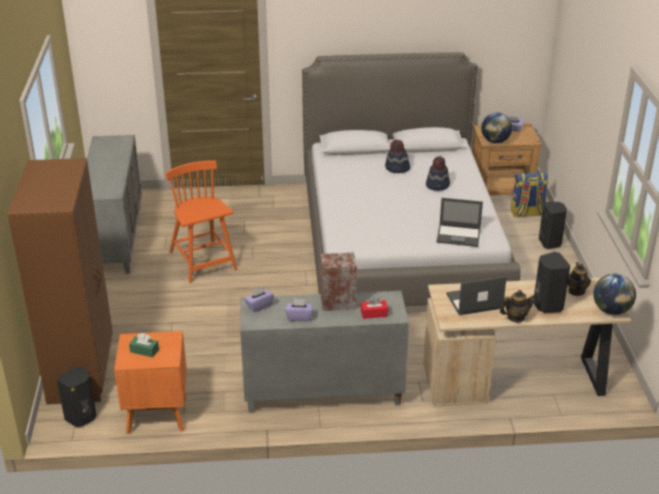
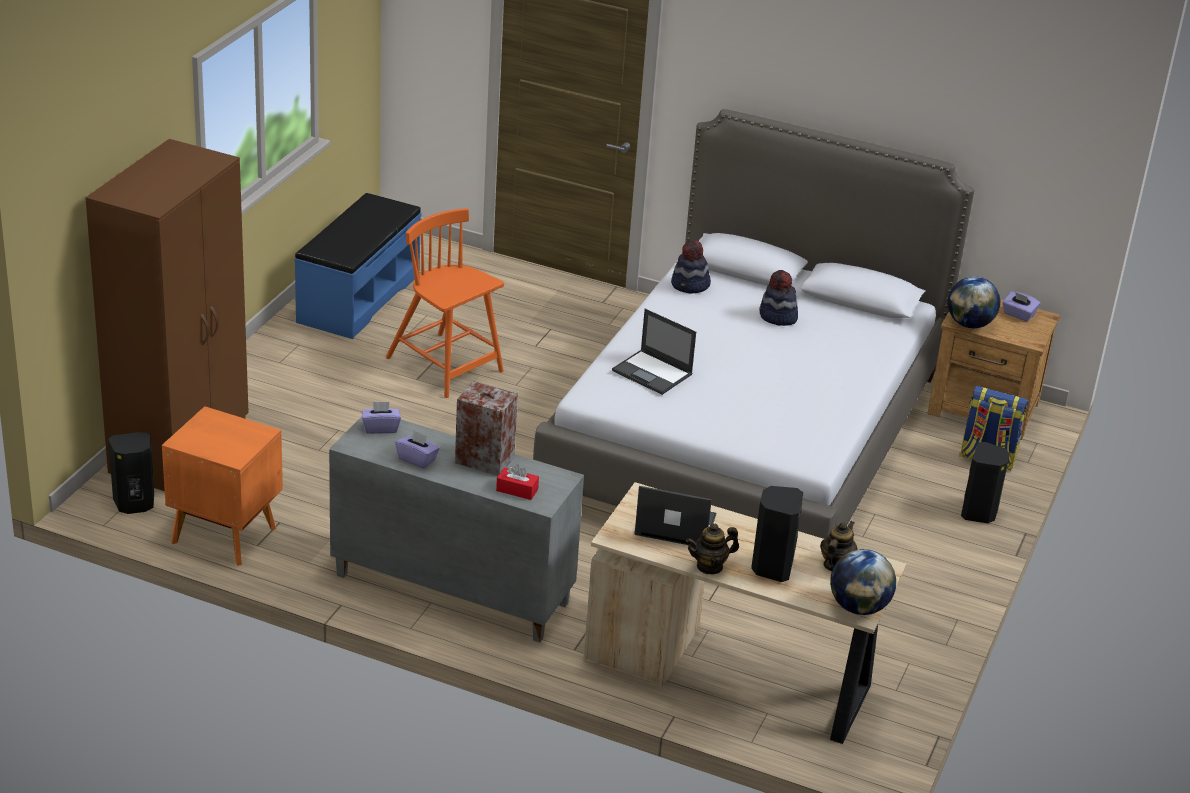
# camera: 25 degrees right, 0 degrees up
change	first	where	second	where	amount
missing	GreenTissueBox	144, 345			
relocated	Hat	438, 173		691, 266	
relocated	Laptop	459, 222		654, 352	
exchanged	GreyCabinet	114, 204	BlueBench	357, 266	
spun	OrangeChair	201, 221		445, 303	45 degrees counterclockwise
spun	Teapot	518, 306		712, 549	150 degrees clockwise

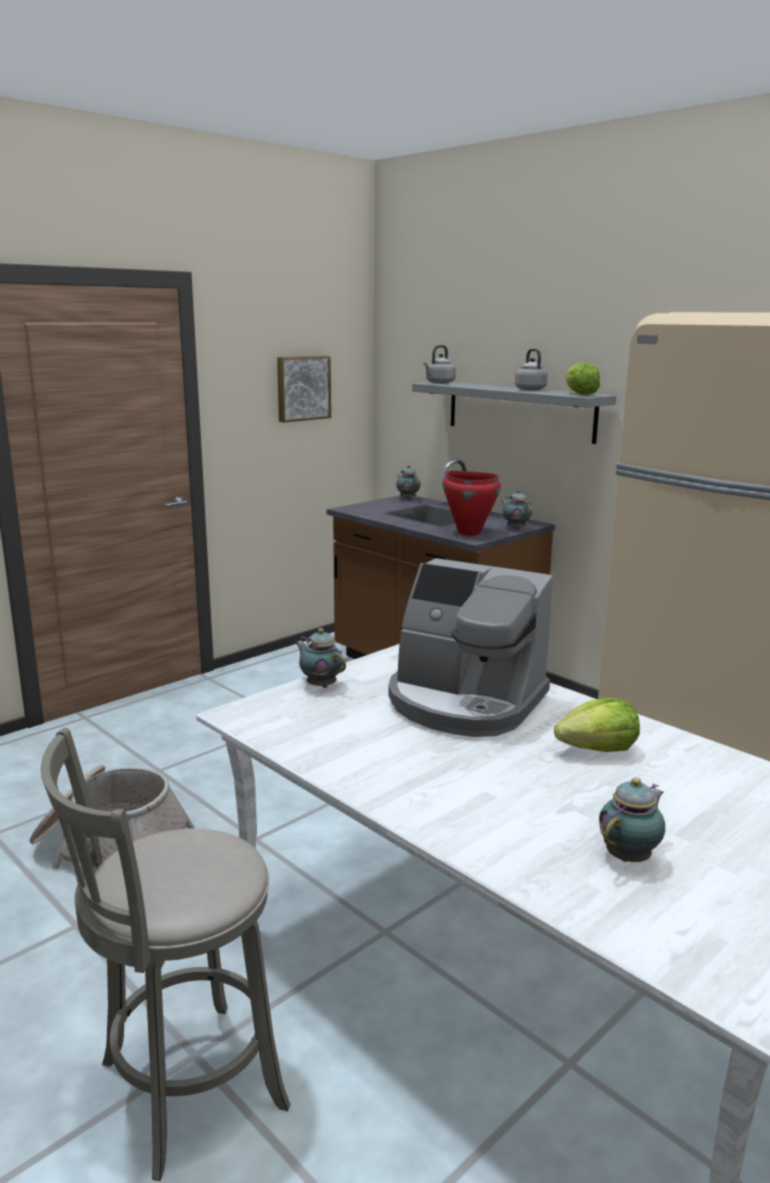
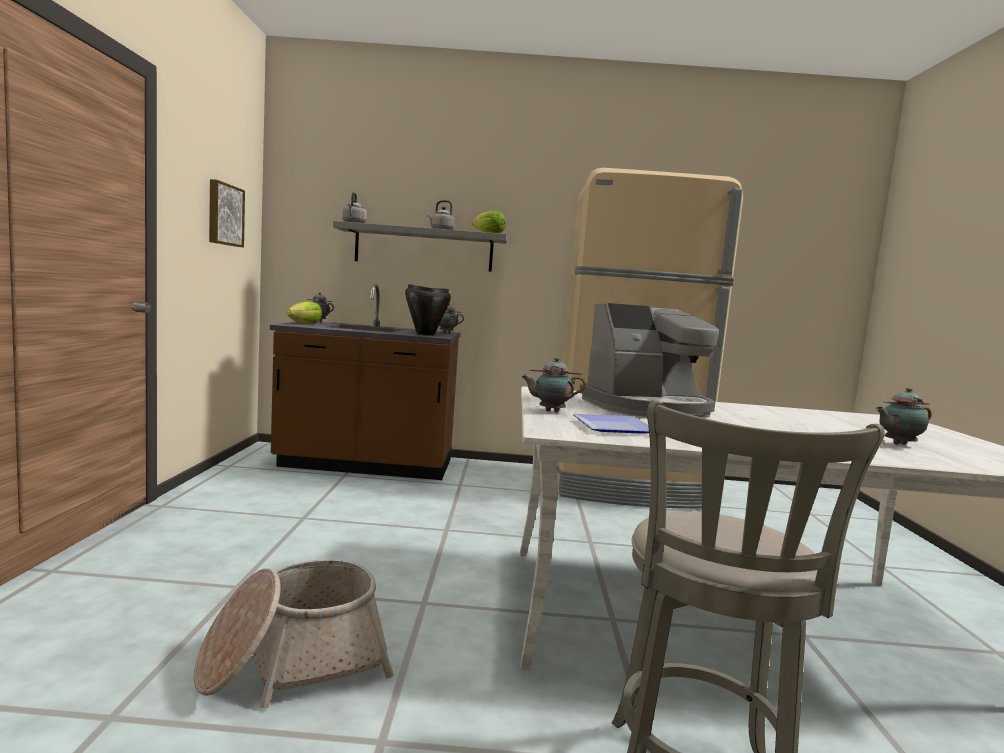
# camera: 45 degrees left, 10 degrees down
change	first	where	second	where	amount
appeared			Plate	611, 424	
relocated	Lettuce	597, 725		304, 312	
colour	RedCookingPot	472, 503	BlackCookingPot	428, 310	
spun	Teapot	632, 820		903, 416	105 degrees counterclockwise

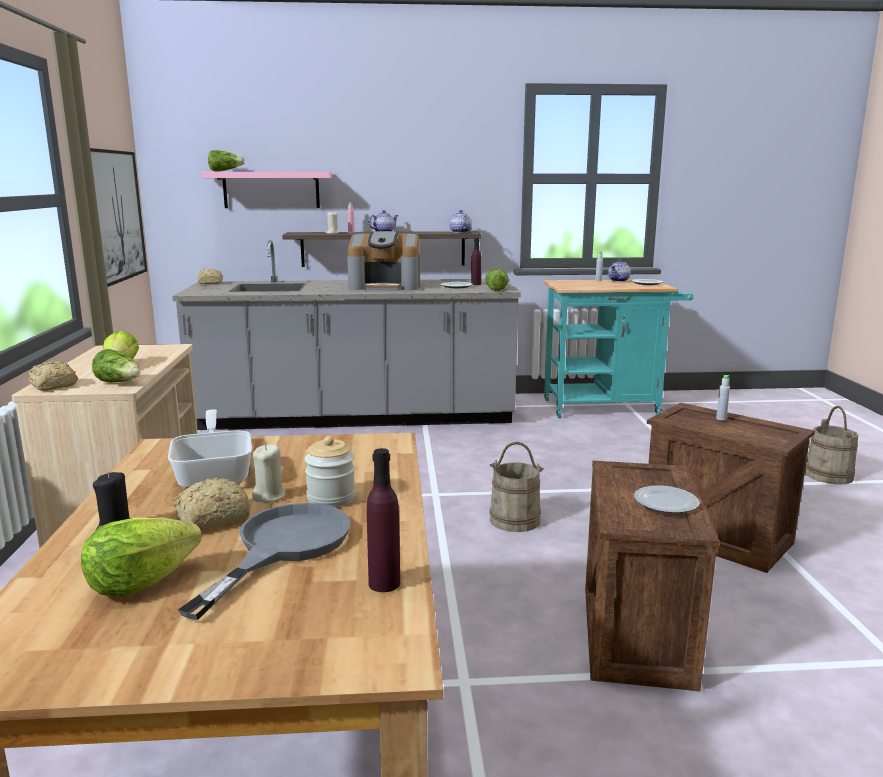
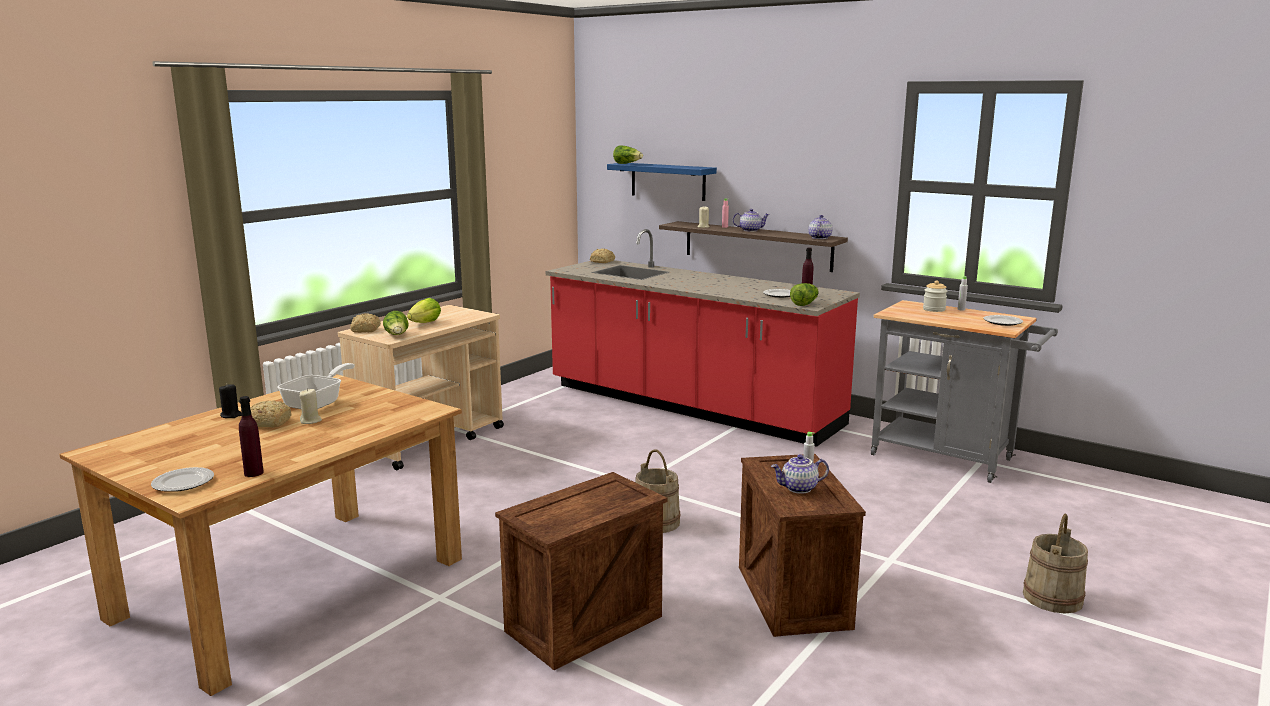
# camera: 40 degrees right, 0 degrees up
change	first	where	second	where	amount
missing	Lettuce	141, 557			
missing	Picture	118, 217			
missing	GreyFryingPan	264, 561			
missing	CoffeeMachine	383, 261			
relocated	Jar	330, 471		935, 296	
relocated	Teapot	619, 270		800, 474	
relocated	Plate	667, 499		182, 479	
colour	GreyCounter	346, 335	RedCounter	703, 338	
colour	PinkShelf	267, 190	BlueShelf	662, 182	
colour	TurquoiseCart	618, 348	GreyCart	964, 391	

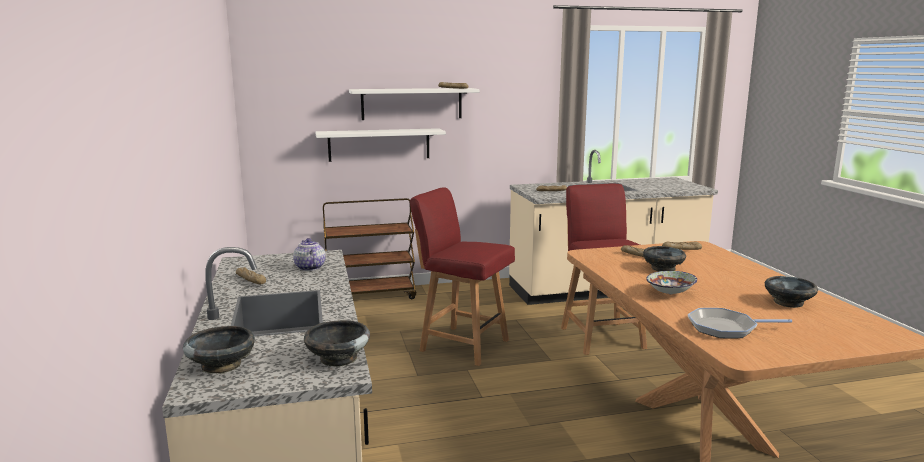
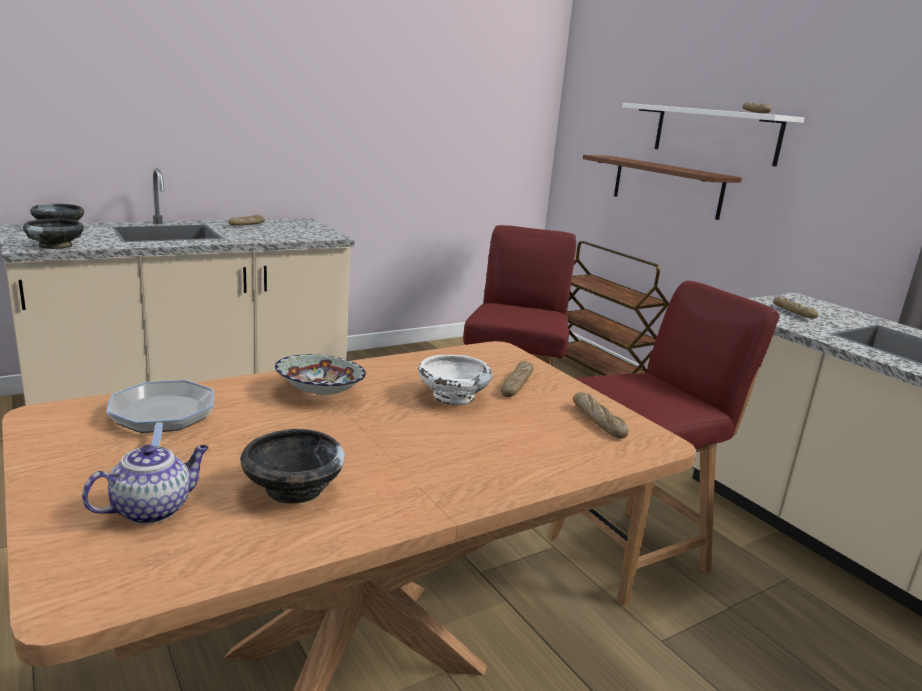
# camera: 70 degrees right, 5 degrees up
change	first	where	second	where	amount
relocated	Teapot	309, 254		145, 484	
colour	WhiteShelf	380, 145	BrownShelf	662, 187	
colour	BlackBowl	664, 258	WhiteBowl	455, 380	

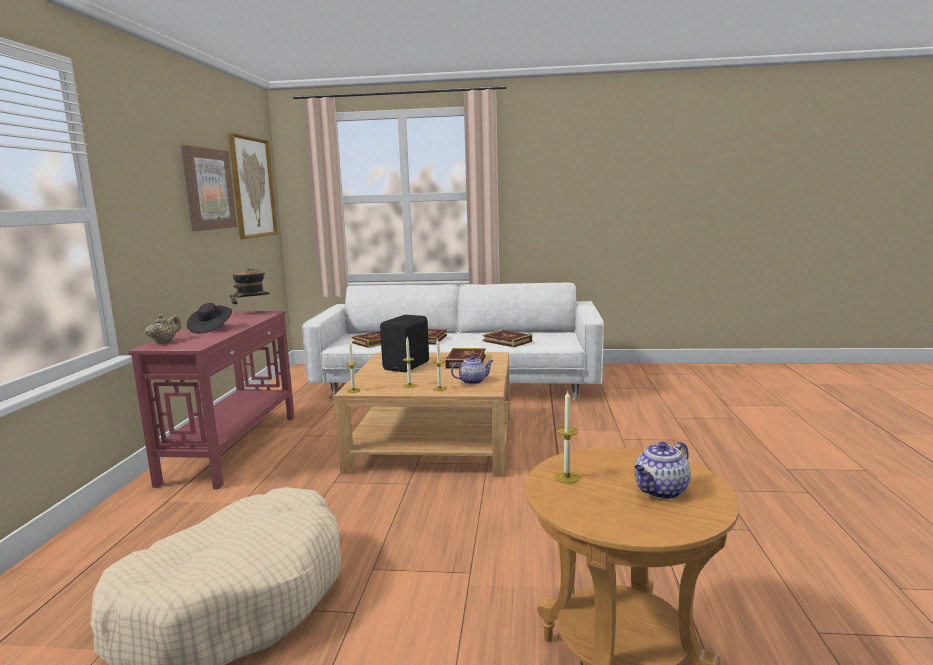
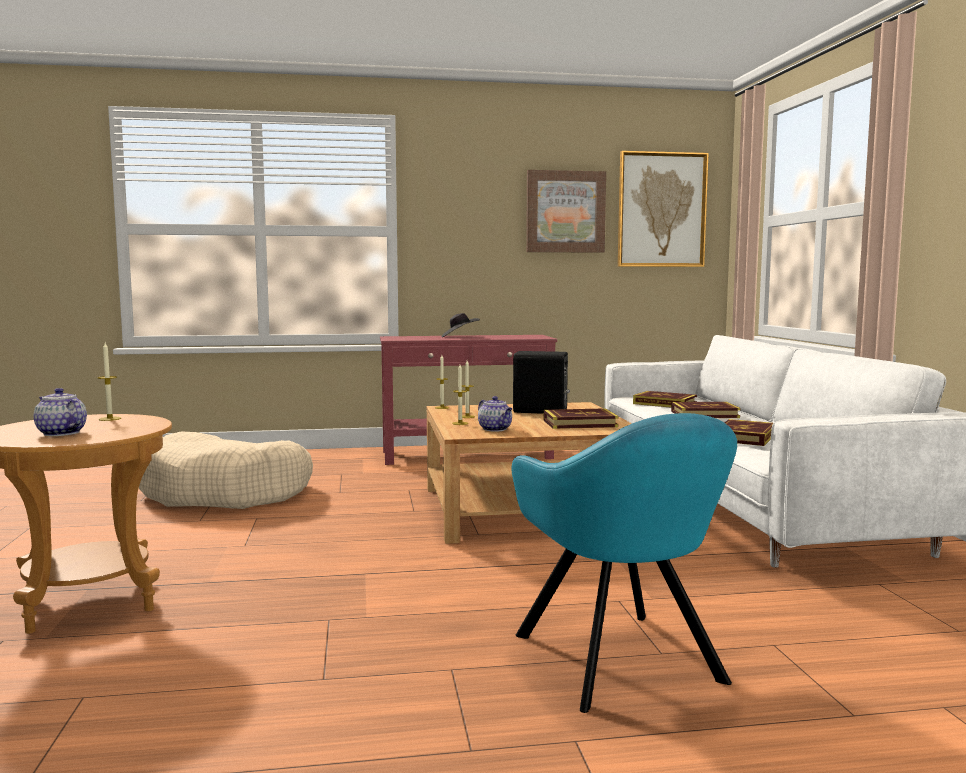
# camera: 75 degrees right, 5 degrees down
change	first	where	second	where	amount
missing	BeigeTeapot	163, 329			
missing	Hat	249, 292			
appeared			TurquoiseArmchair	624, 563	

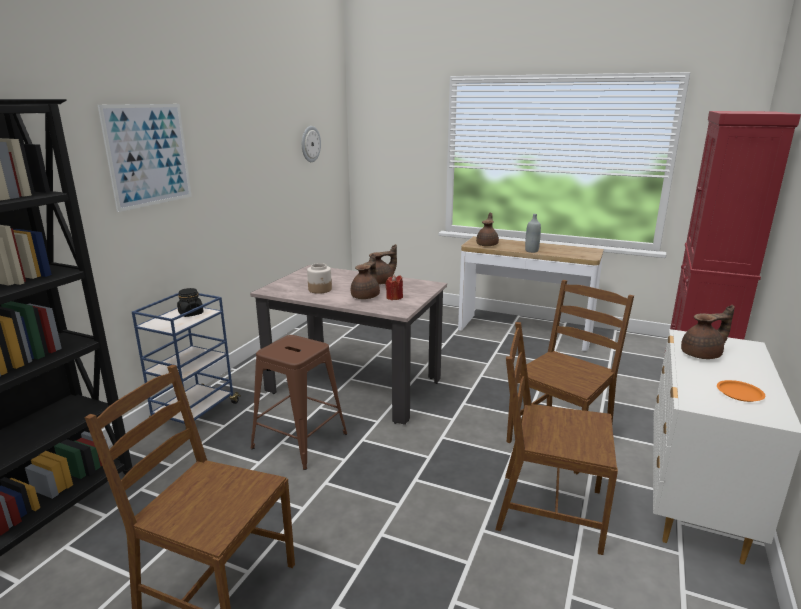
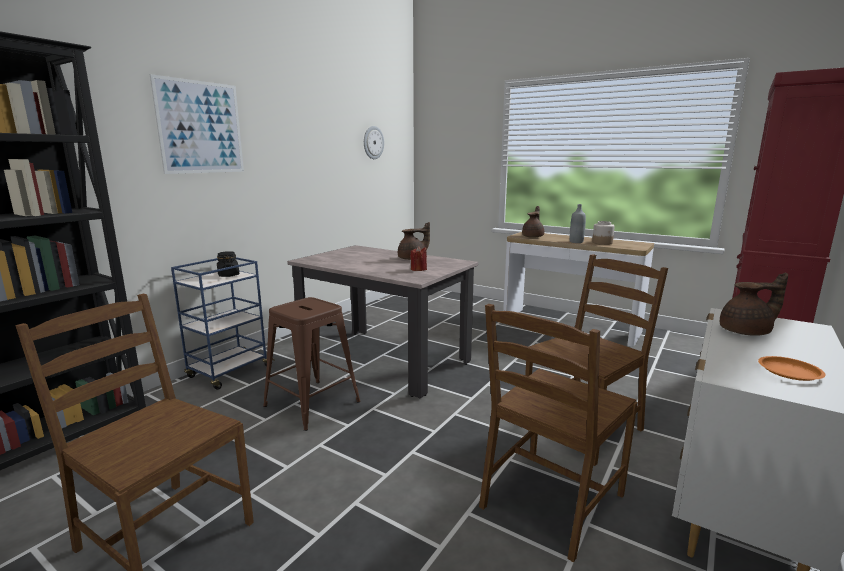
# camera: 10 degrees right, 5 degrees down
change	first	where	second	where	amount
missing	BrownTeapot	365, 276			
relocated	Jar	319, 278		603, 233	
spun	BrownChair	556, 438		558, 433	75 degrees counterclockwise

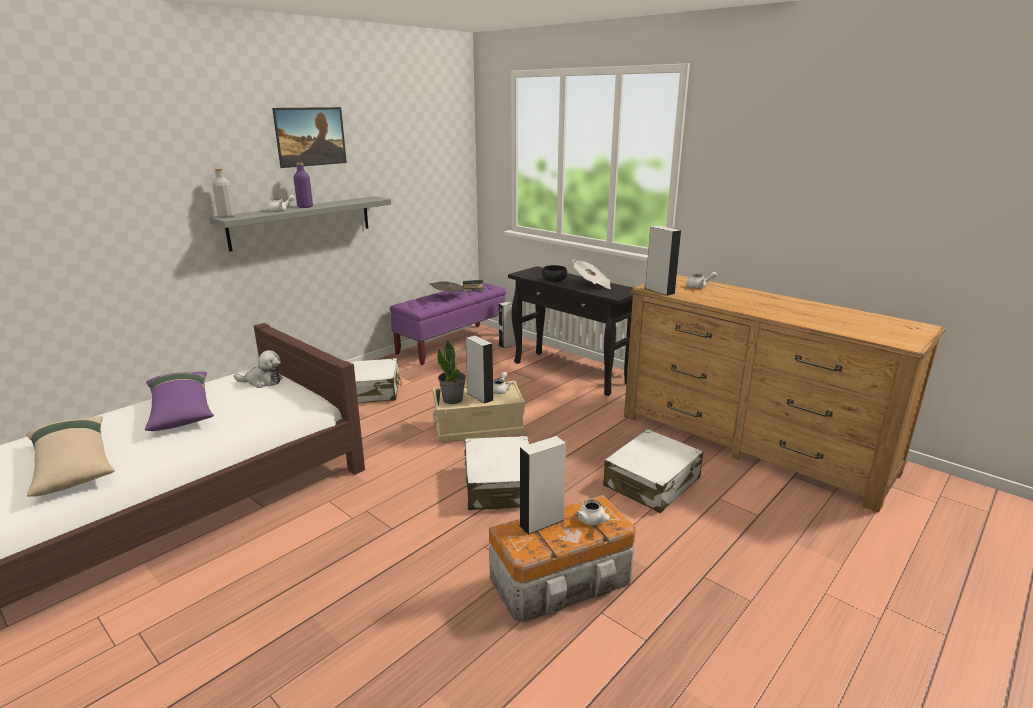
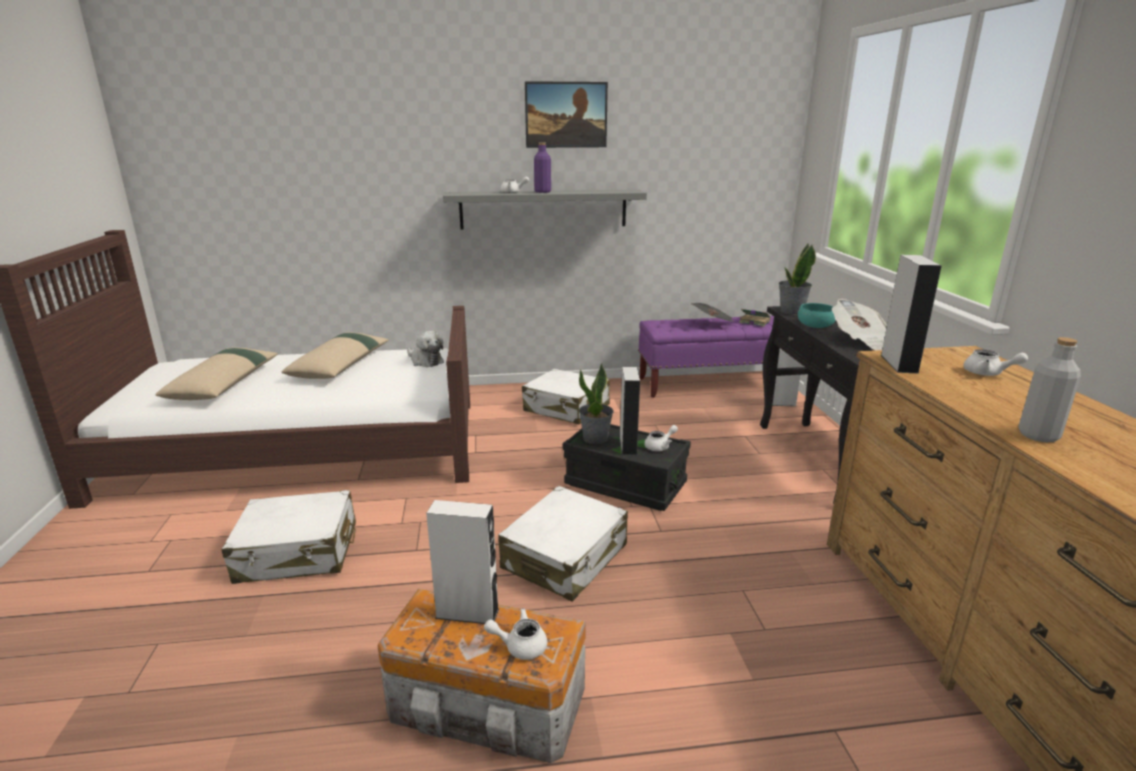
# camera: 40 degrees right, 0 degrees up
change	first	where	second	where	amount
appeared			PottedPlant	797, 279	
relocated	GreyBottle	223, 193		1050, 389	
relocated	WhiteSuitcase	653, 471		288, 537	
colour	PurplePillow	179, 401	BeigePillow	335, 355	
colour	BeigeStorageBox	479, 412	BlackStorageBox	627, 467	
colour	BlackBowl	555, 273	TurquoiseBowl	817, 315	
spun	WhiteTeapot	593, 512		515, 634	75 degrees clockwise

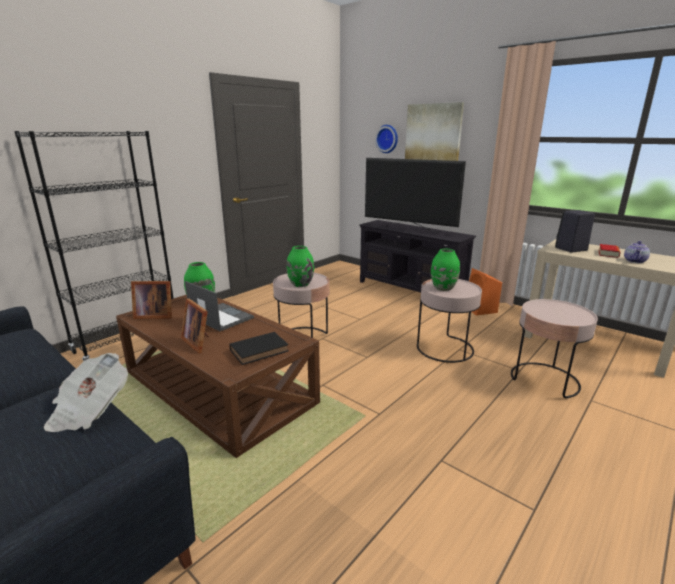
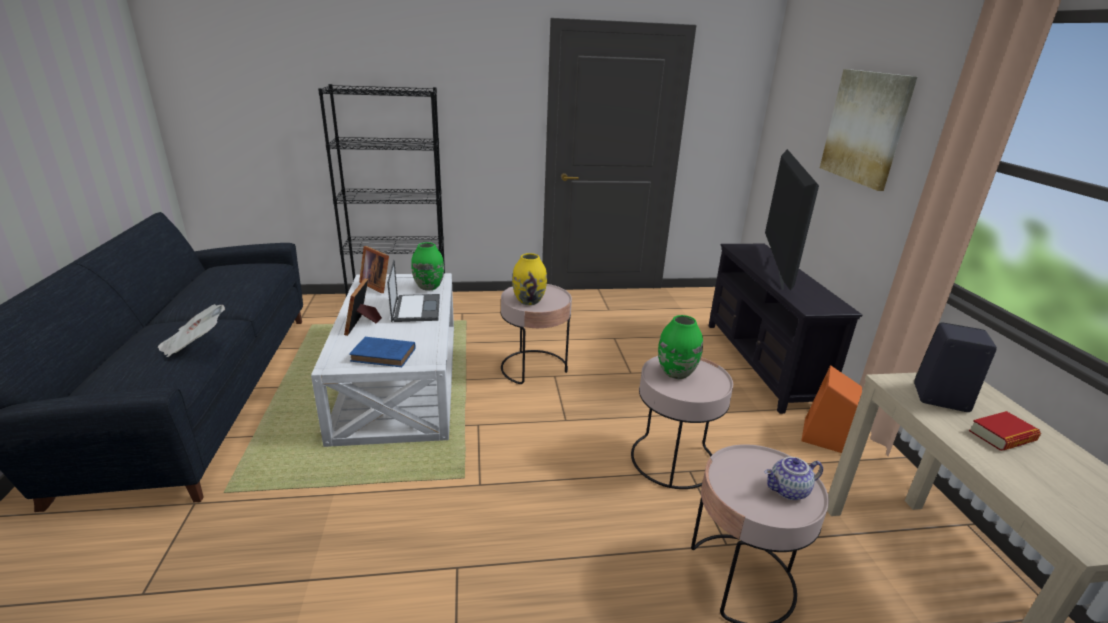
# camera: 40 degrees right, 5 degrees up
change	first	where	second	where	amount
missing	WallClock	386, 139			
relocated	Teapot	637, 252		793, 478	
colour	BrownCoffeeTable	218, 376	WhiteCoffeeTable	382, 360	
colour	BlackBook	259, 348	BlueBook	382, 352	
colour	GreenVase	300, 266	YellowVase	529, 279	
spun	Television	415, 195		792, 220	150 degrees counterclockwise

